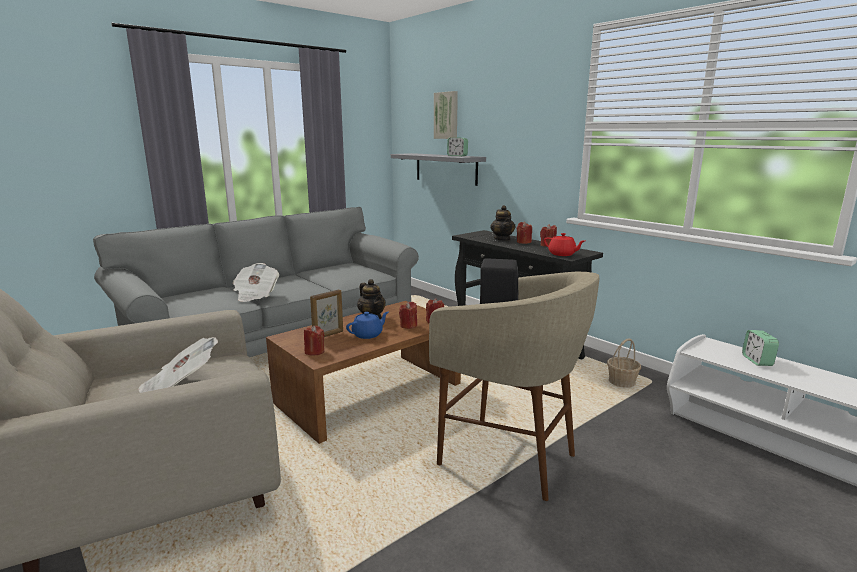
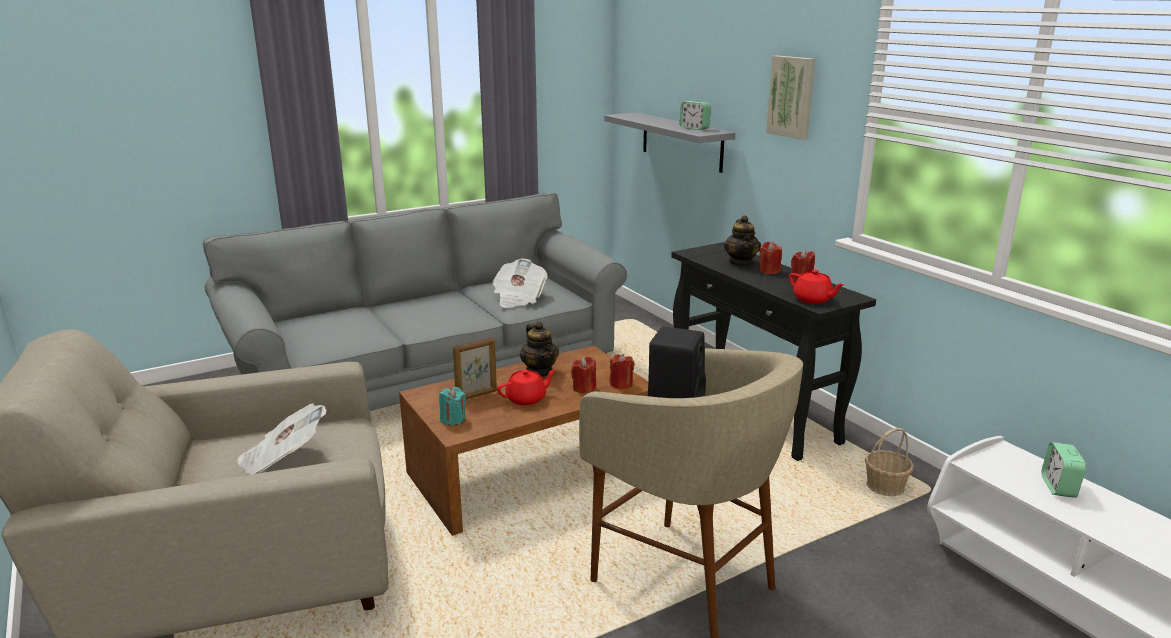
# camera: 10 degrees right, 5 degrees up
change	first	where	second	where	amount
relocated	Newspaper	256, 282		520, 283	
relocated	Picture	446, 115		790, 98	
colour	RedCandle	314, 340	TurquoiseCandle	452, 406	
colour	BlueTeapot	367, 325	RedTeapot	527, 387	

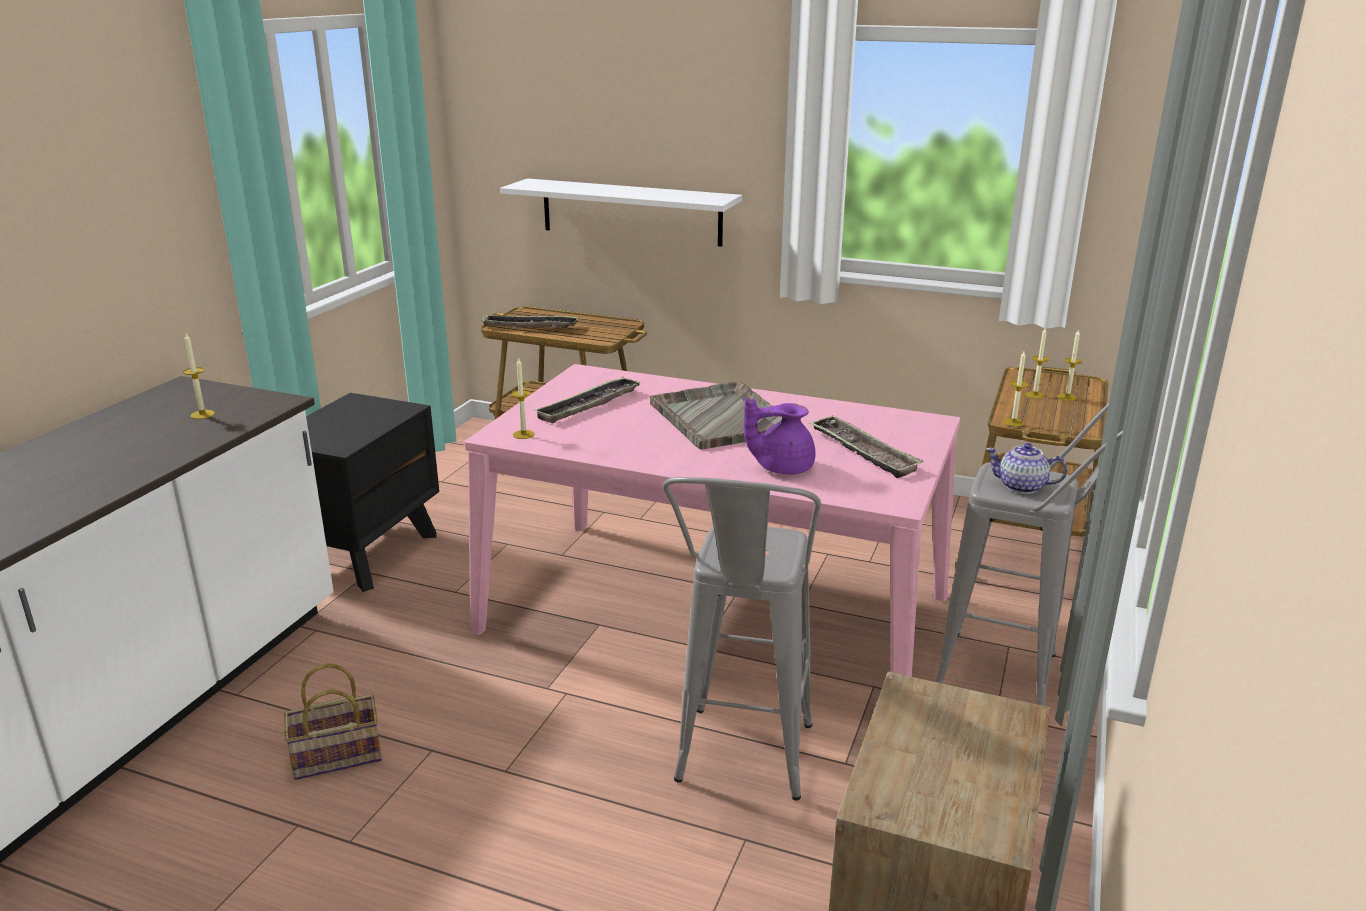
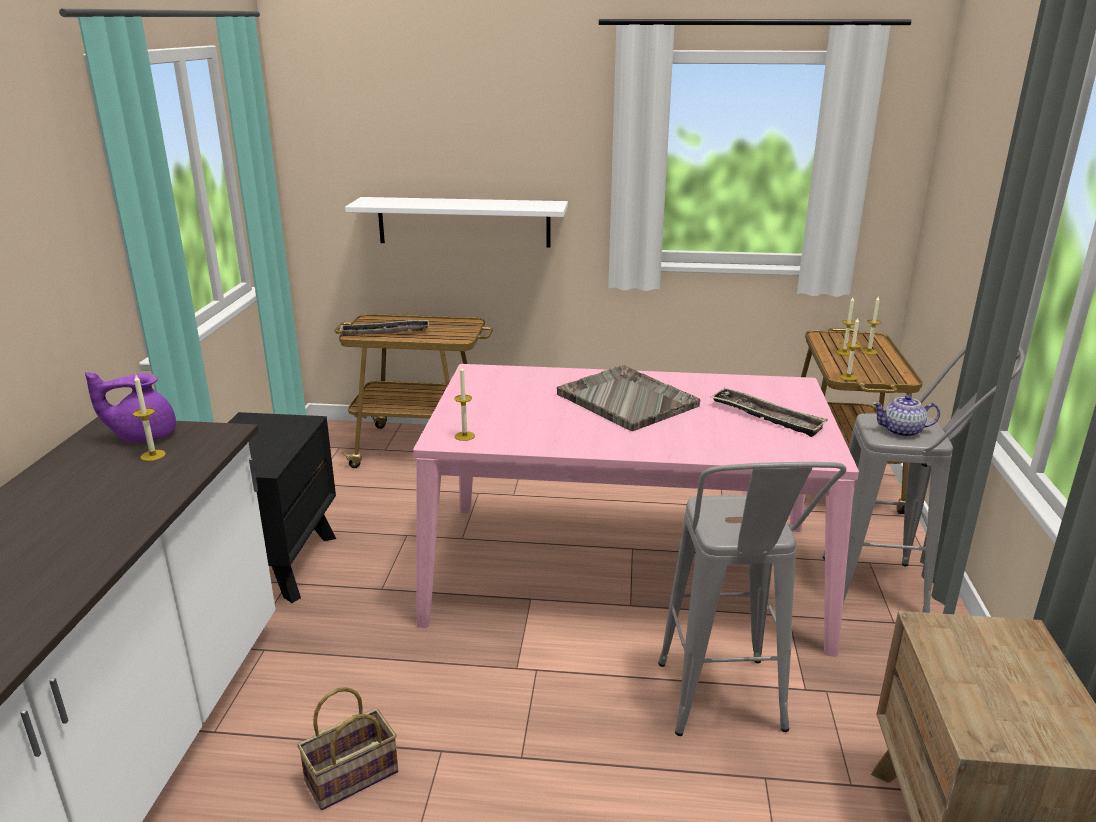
# camera: 15 degrees left, 0 degrees up
change	first	where	second	where	amount
missing	Tray	587, 400			
relocated	PurpleTeapot	779, 435		130, 407	

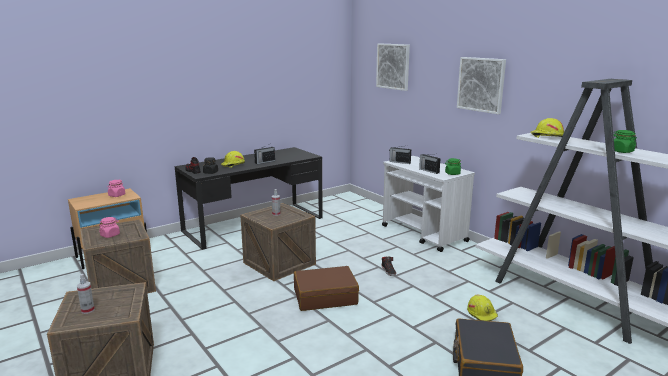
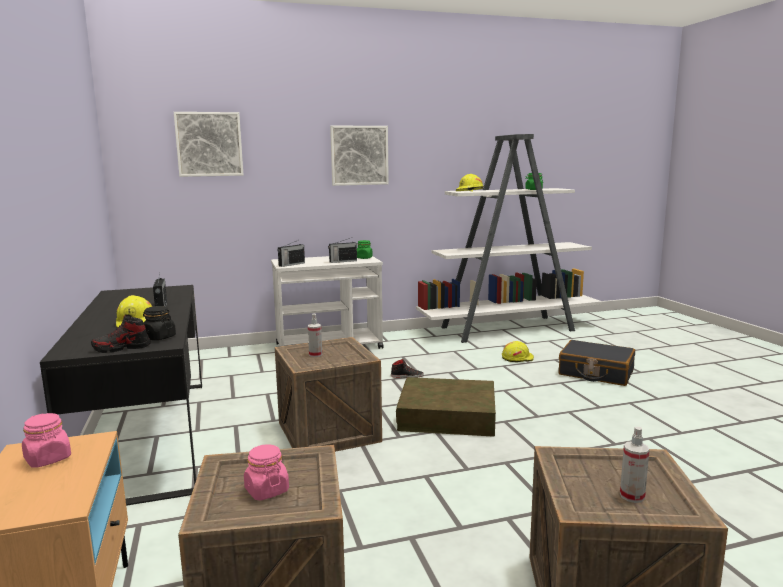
# camera: 70 degrees left, 5 degrees down
change	first	where	second	where	amount
exchanged	BrownSuitcase	326, 288	BrownStorageBox	446, 407	

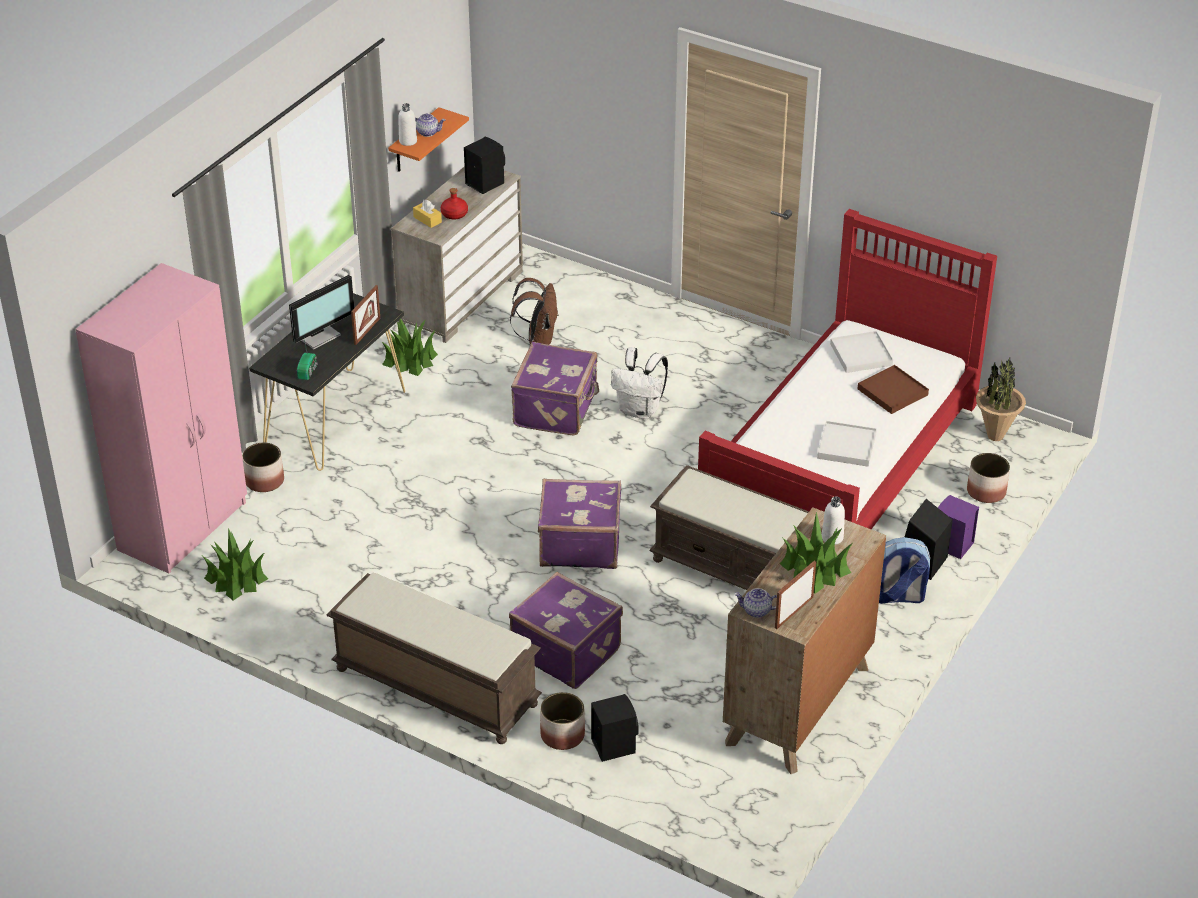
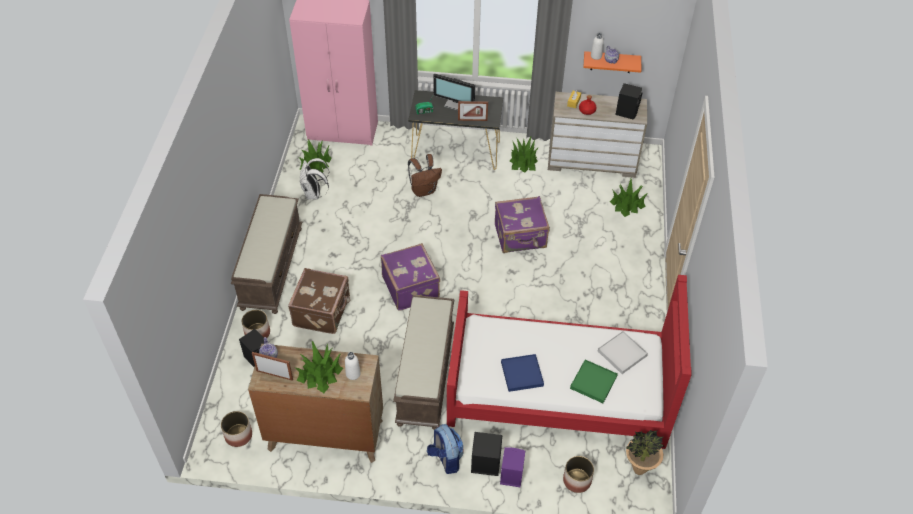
# camera: 65 degrees right, 10 degrees up
change	first	where	second	where	amount
appeared			PottedPlant	629, 198	
relocated	Planter	263, 467		236, 429	
relocated	BrownBackpack	534, 311		425, 175	
relocated	WhiteBackpack	639, 383		314, 178	
colour	PurpleSuitcase	566, 630	BrownSuitcase	319, 301	
colour	WhiteTray	847, 444	BlueTray	522, 373	
colour	BrownTray	893, 389	GreenTray	594, 381	

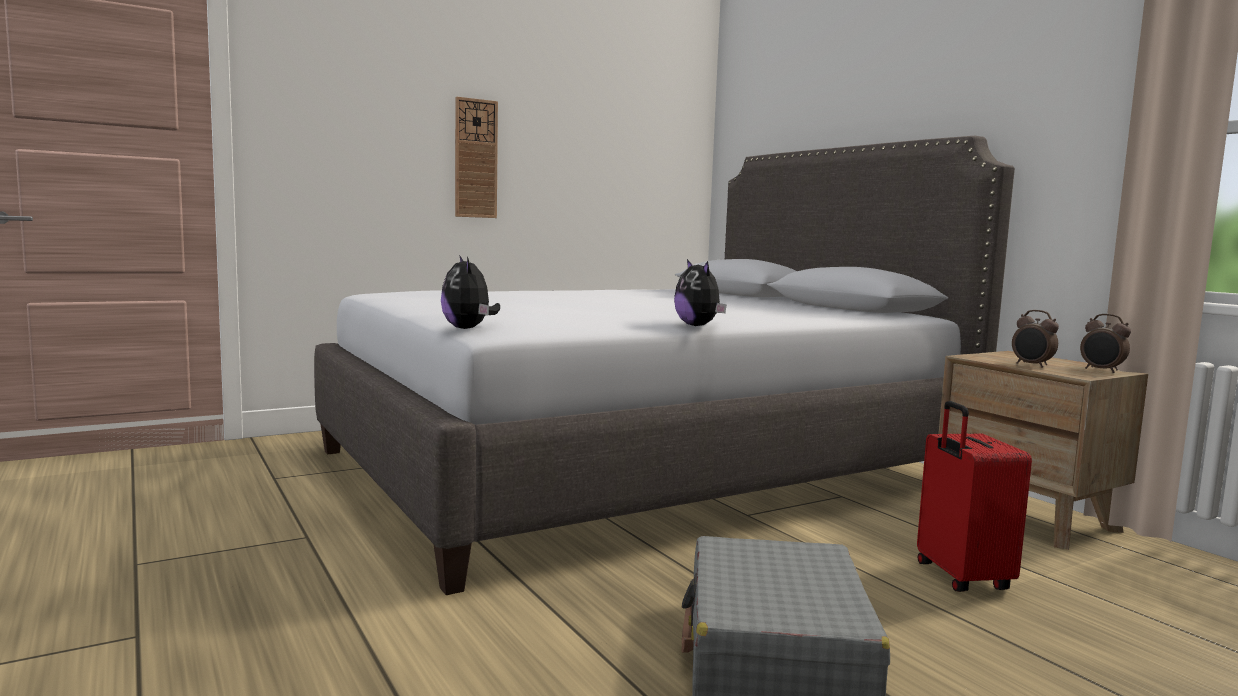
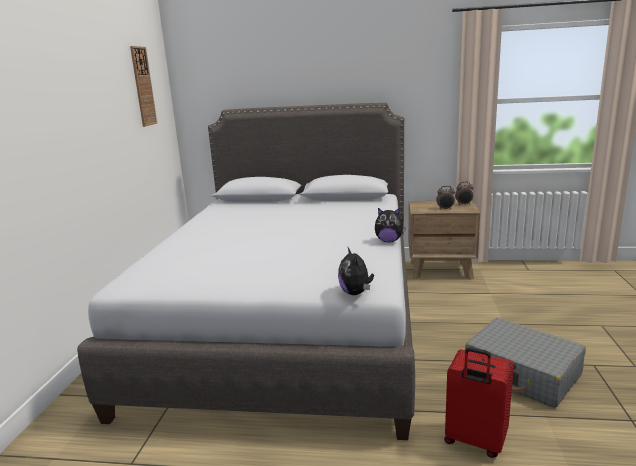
# camera: 50 degrees left, 10 degrees up
change	first	where	second	where	amount
relocated	WallClock	476, 157		143, 86	
relocated	RedSuitcase	974, 496		479, 402	
spun	PlushToy	470, 292		356, 271	60 degrees clockwise

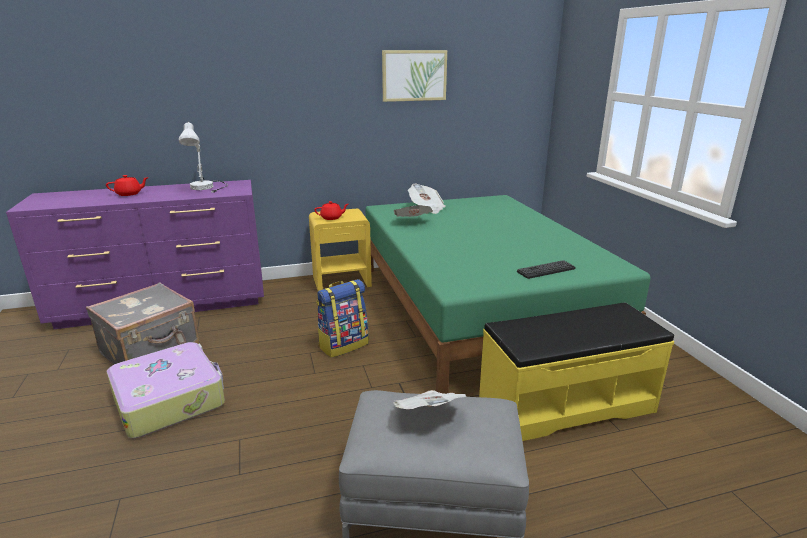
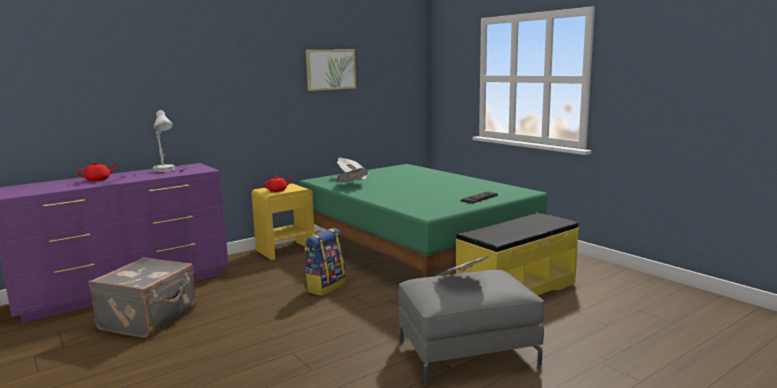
# camera: 20 degrees left, 10 degrees down
change	first	where	second	where	amount
missing	Suitcase	165, 390			

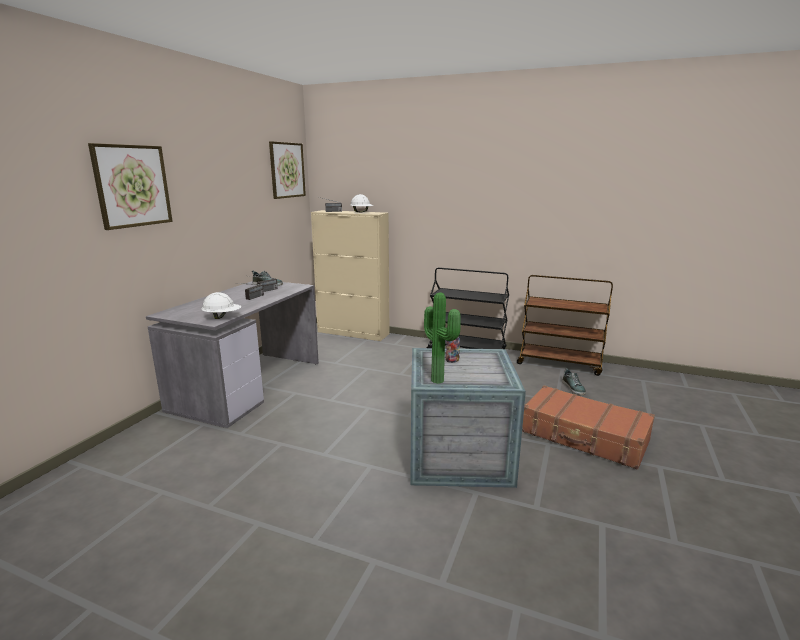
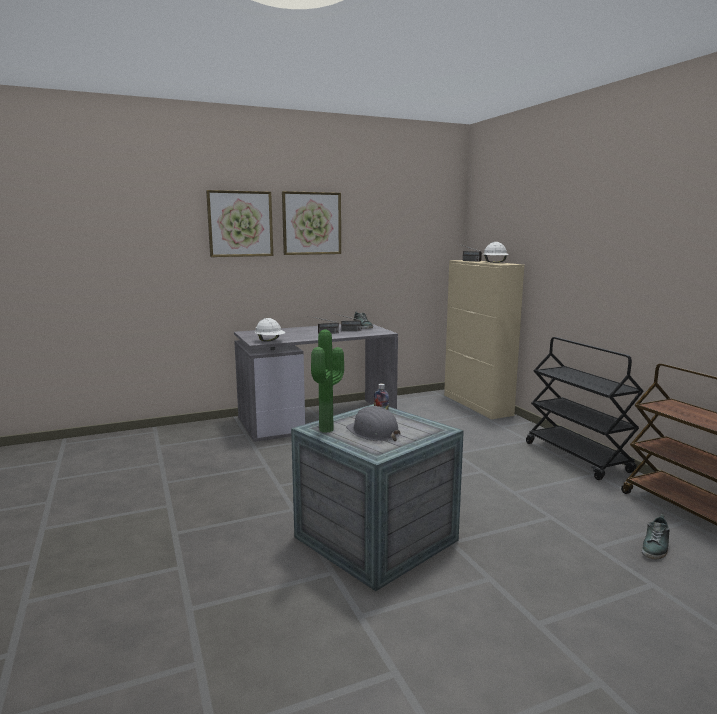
# camera: 45 degrees right, 5 degrees down
change	first	where	second	where	amount
missing	BrownSuitcase	588, 427			
appeared			GreyHardHat	373, 423	
relocated	Picture	287, 170		311, 223	

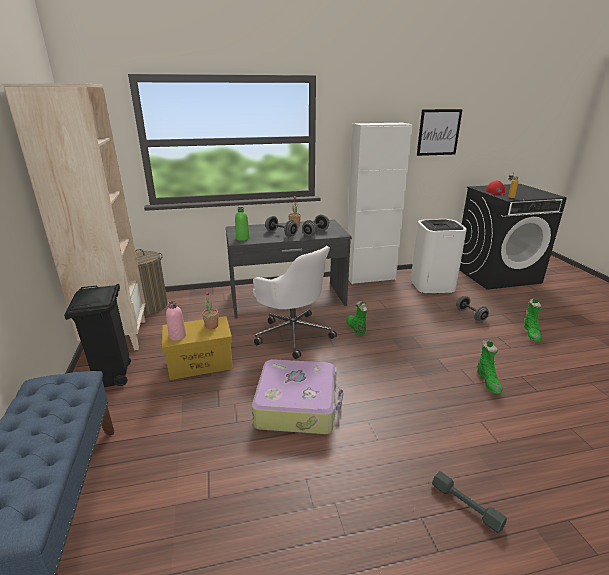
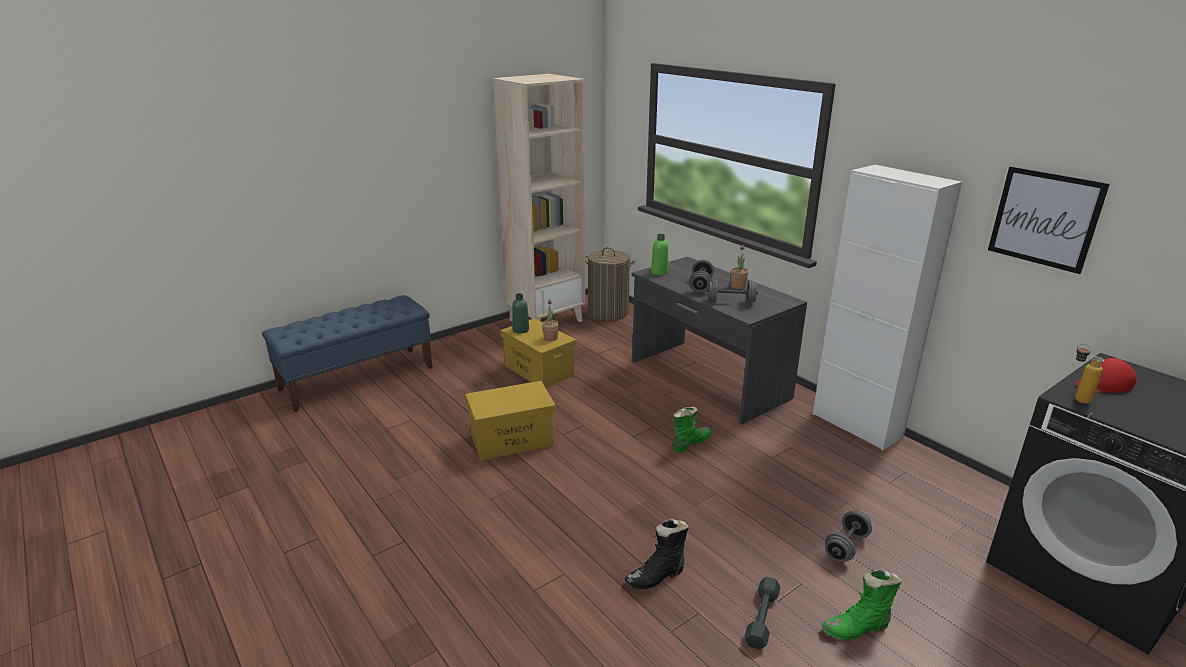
# camera: 65 degrees right, 0 degrees up
change	first	where	second	where	amount
missing	BlackTrashCan	97, 335			
missing	WhiteOfficeChair	295, 302			
missing	WhiteTrashCan	439, 256			
relocated	GreyDumbbell	469, 502		762, 613	
exchanged	Suitcase	297, 396	YellowStorageBox	510, 420	
colour	PinkBottle	176, 321	GreenBottle	520, 313	
colour	GreenBoot	490, 367	BlackBoot	657, 553	

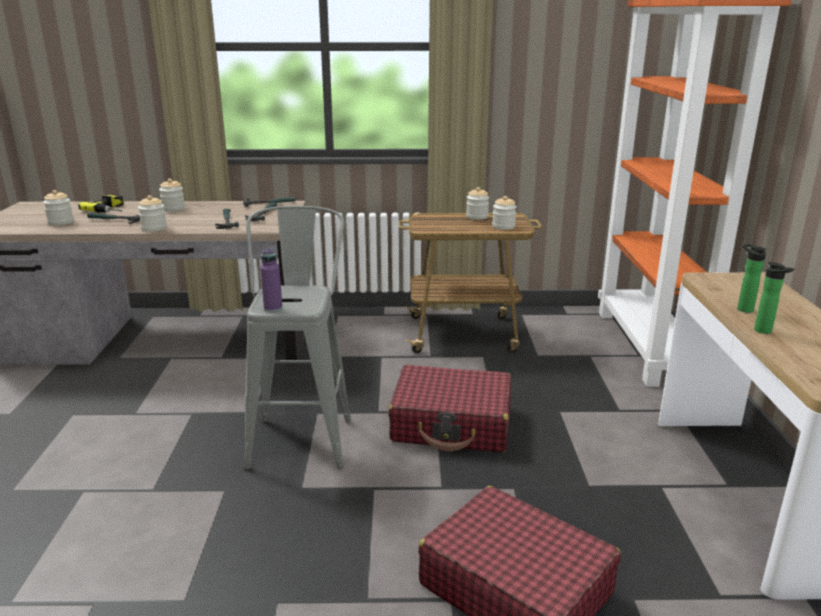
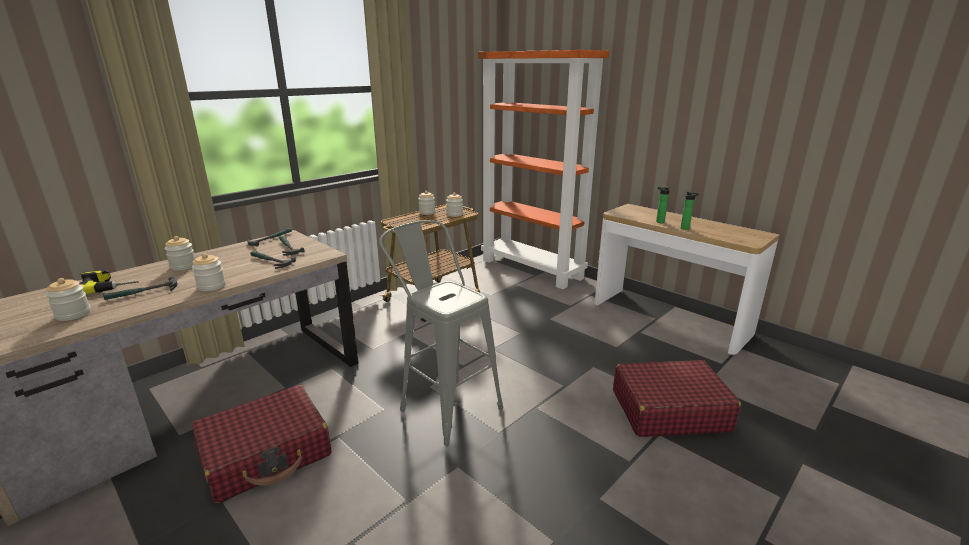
# camera: 45 degrees left, 0 degrees up
change	first	where	second	where	amount
missing	PurpleBottle	271, 280			
relocated	RedSuitcase	449, 409		262, 444	

